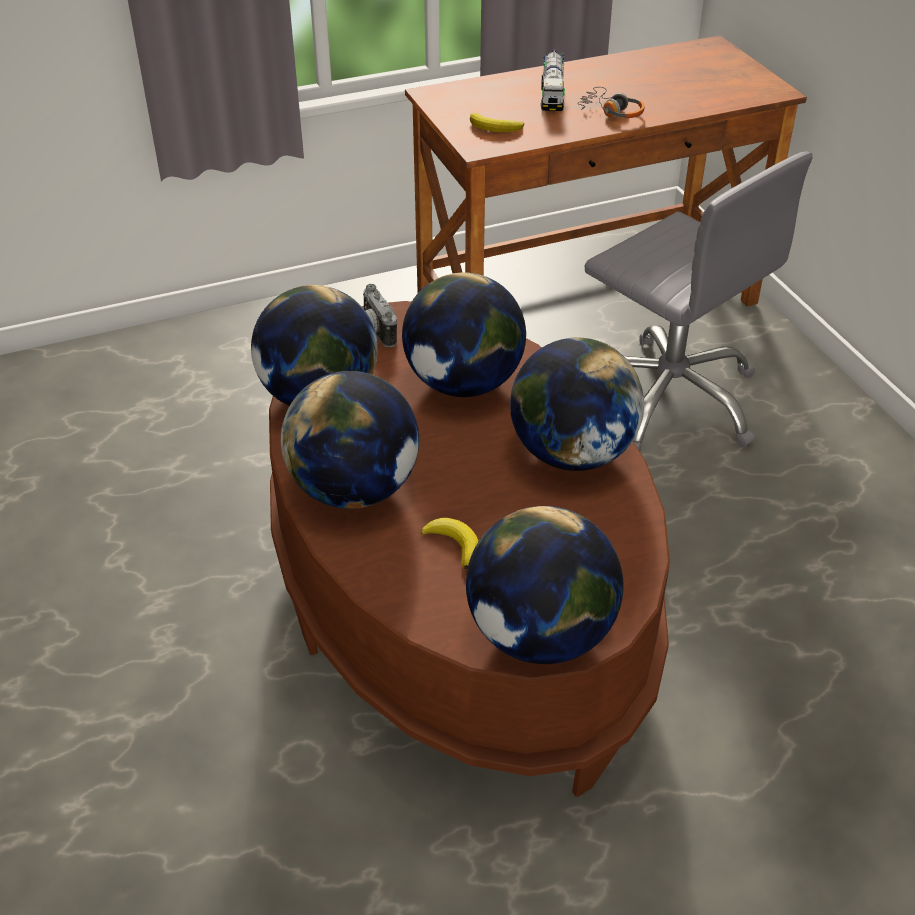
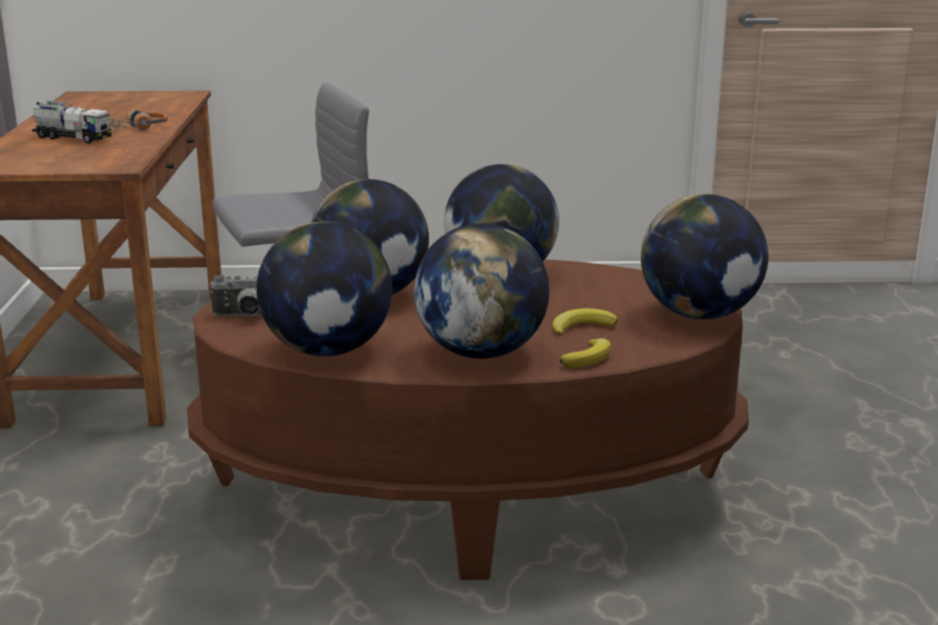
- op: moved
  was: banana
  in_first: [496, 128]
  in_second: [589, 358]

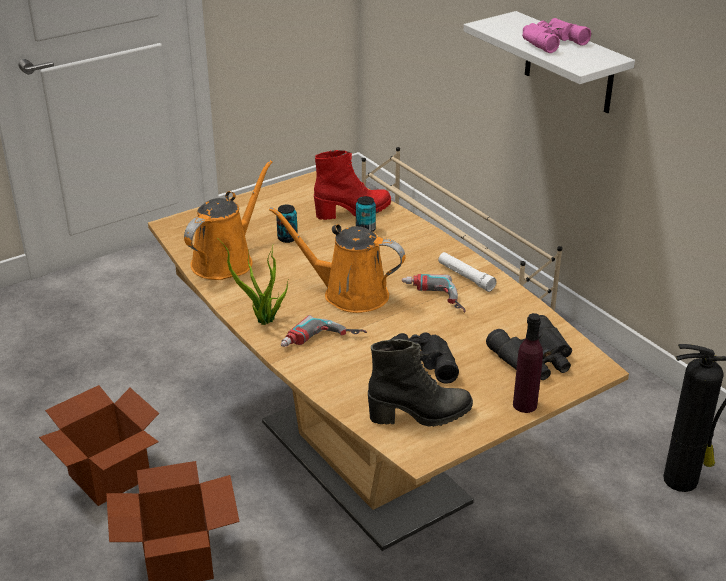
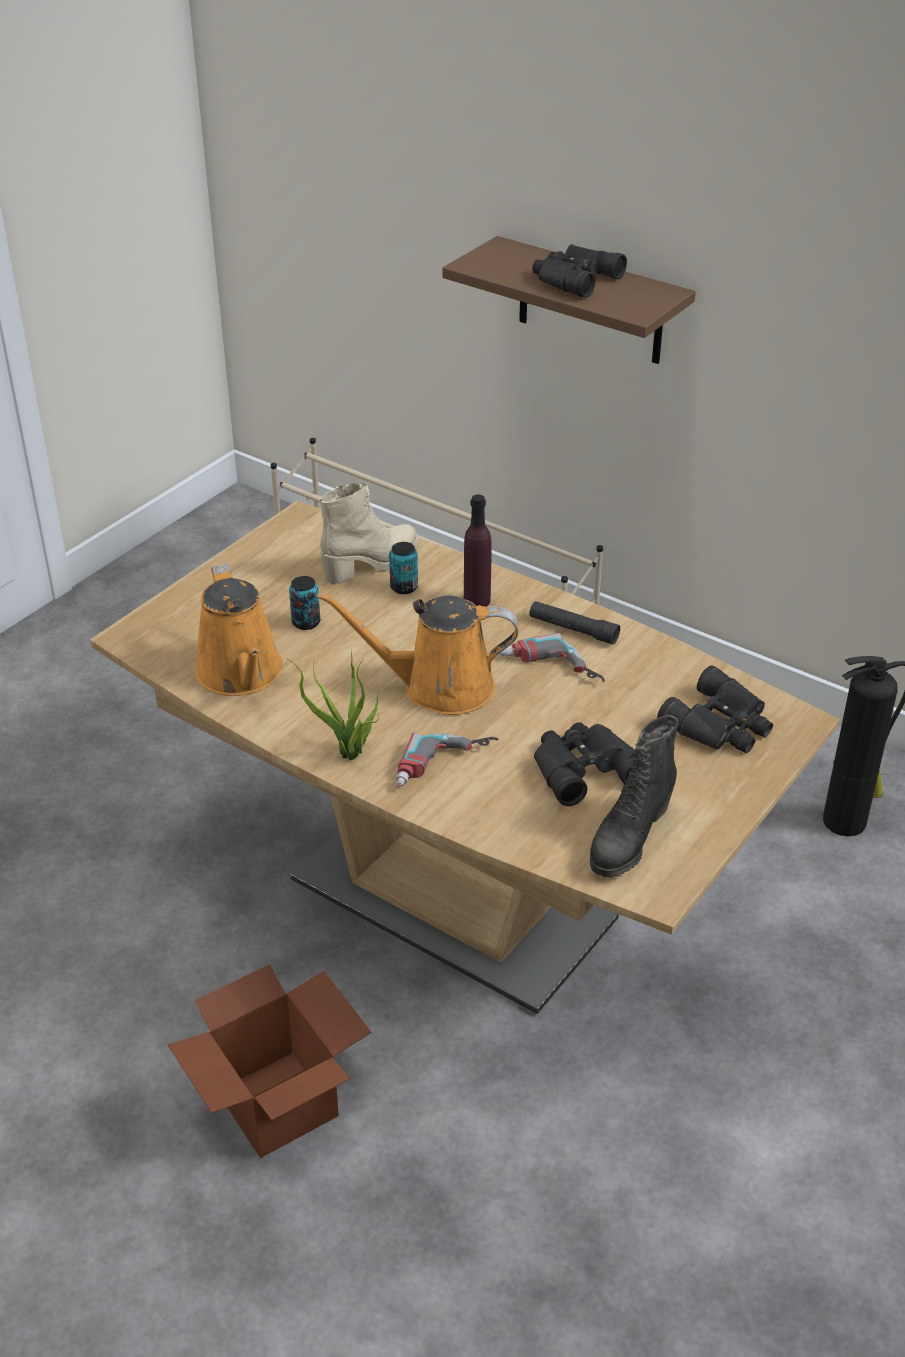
- op: removed
  was: packing box
  in_first: [109, 476]
- op: moved
  was: purplish bottle
  in_first: [525, 405]
  in_second: [477, 600]
- op: recoloured
  was: reddish boot
  now: beige boot
  in_first: [353, 212]
  in_second: [372, 564]
- op: recoloured
  was: white-coloured hand torch
  now: black hand torch
  in_first: [465, 277]
  in_second: [573, 629]
- op: recoloured
  was: white-coloured bracket shelf
  now: brownish bracket shelf
  in_first: [569, 63]
  in_second: [590, 302]
- op: recoloured
  was: pinkish pair of binoculars
  now: black pair of binoculars
  in_first: [549, 41]
  in_second: [572, 279]
- op: turned
  was: orange watering pot
  in_first: [226, 260]
  in_second: [241, 675]
  clockwise: 150
- op: turned
  was: black boot
  in_first: [420, 415]
  in_second: [629, 839]
  clockwise: 150

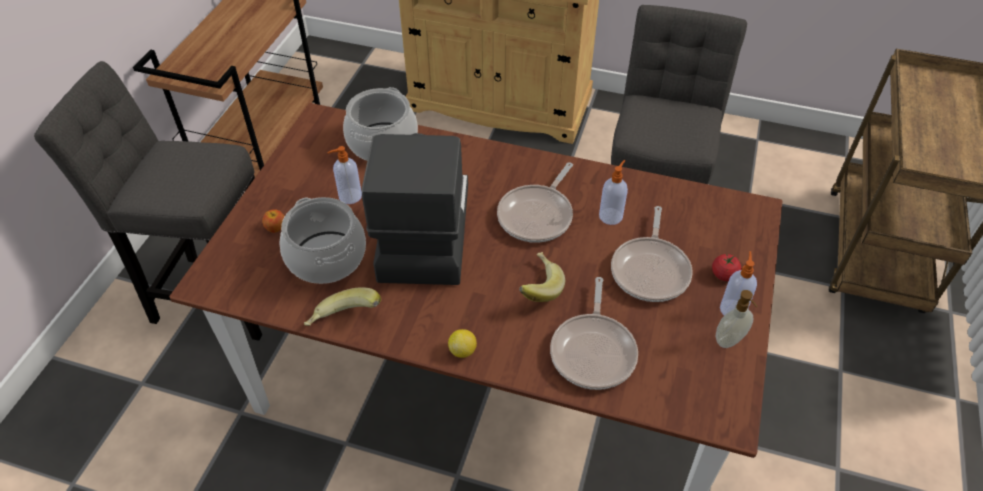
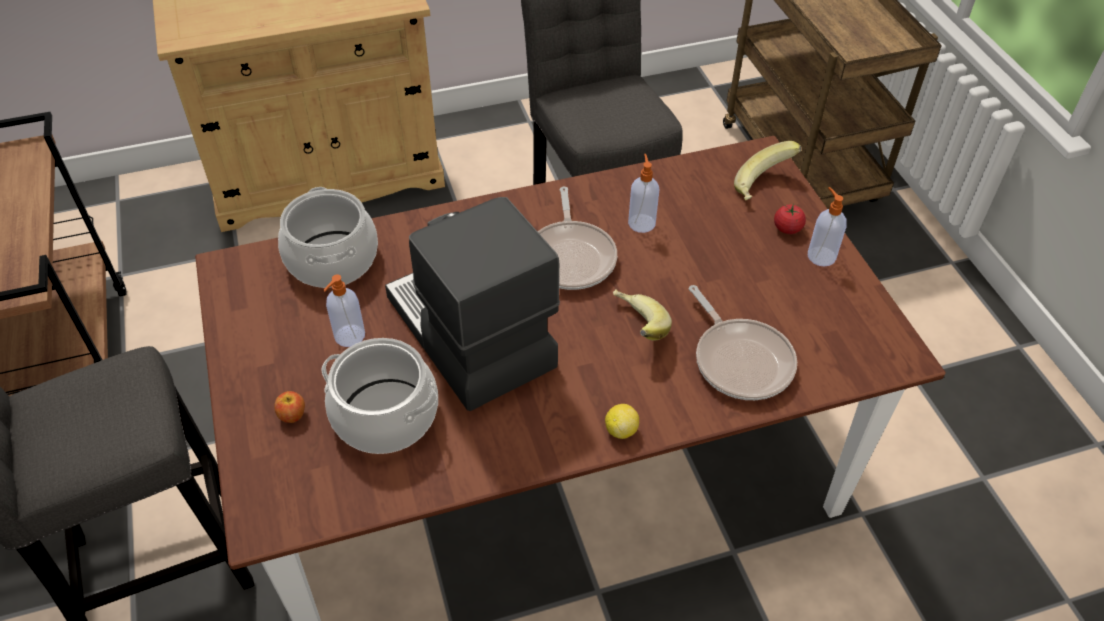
- op: removed
  was: pan
  in_first: [650, 270]
- op: removed
  was: soap dispenser
  in_first: [730, 341]
- op: moved
  was: banana
  in_first: [345, 321]
  in_second: [764, 187]

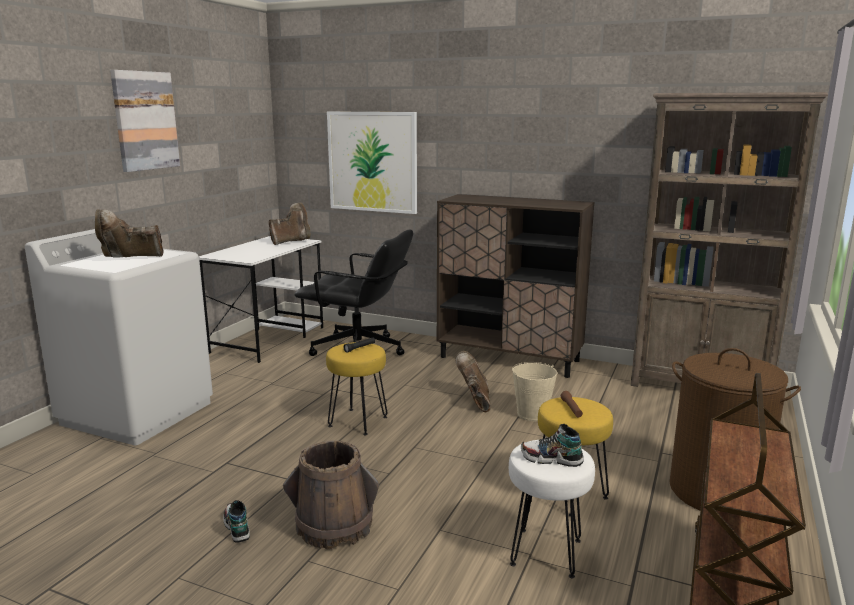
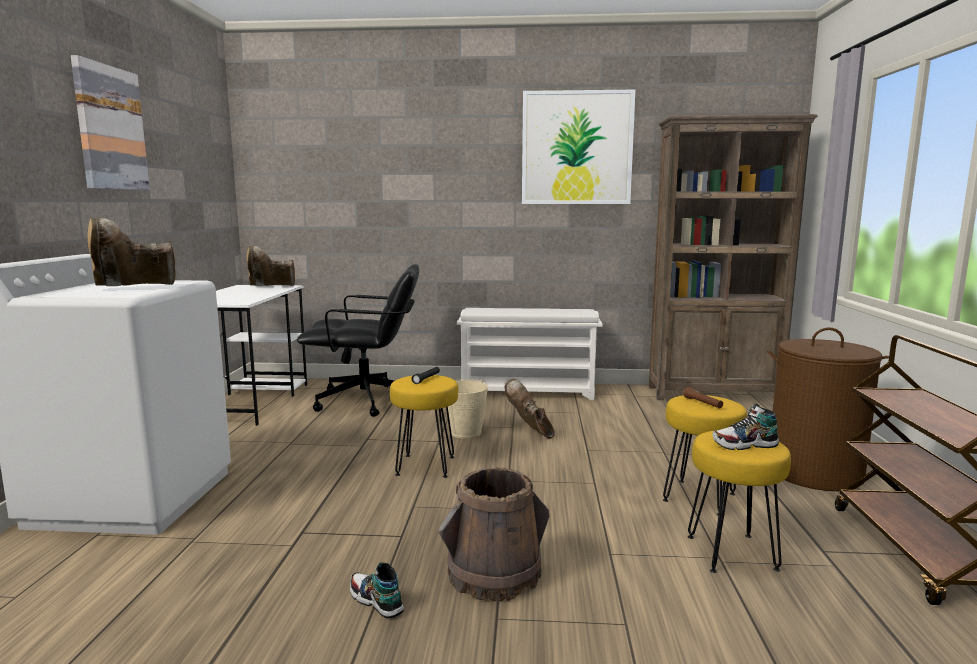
- op: moved
  was: wall picture
  in_first: [372, 162]
  in_second: [576, 148]
- op: moved
  was: beige pail
  in_first: [532, 414]
  in_second: [466, 432]
- op: replaced
  was: brownish storage cabinet
  now: white-coloured shoe rack
  in_first: [510, 359]
  in_second: [529, 391]
- op: recoloured
  was: white-coloured sitting stool
  now: yellow sitting stool
  in_first: [546, 553]
  in_second: [733, 553]
- op: turned
  was: brownish boot
  in_first: [291, 241]
  in_second: [270, 287]
  clockwise: -150

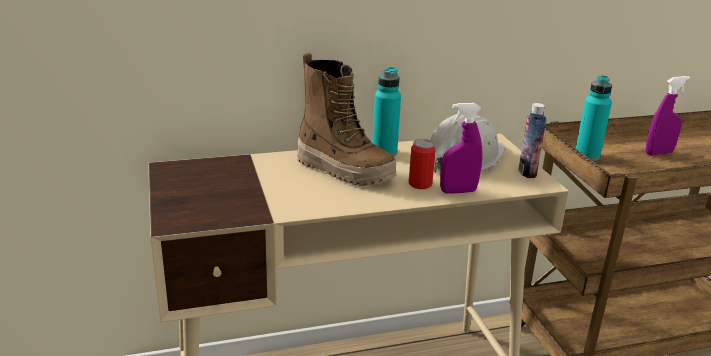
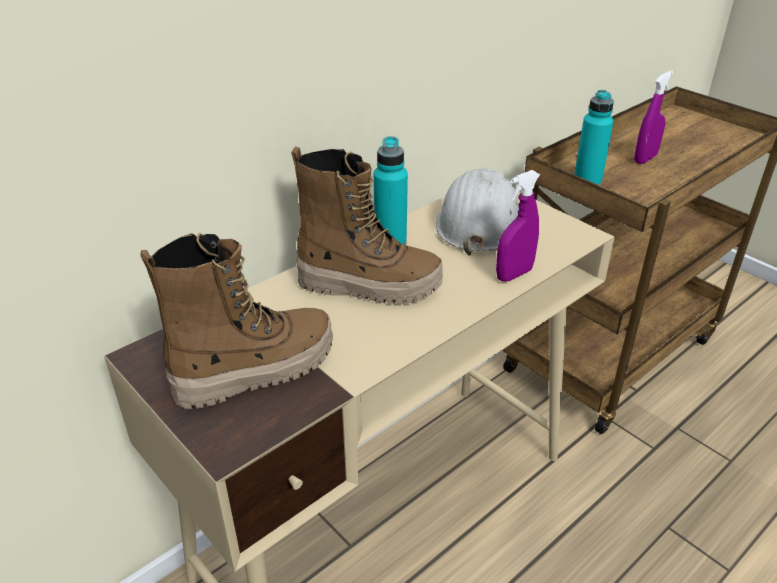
- op: removed
  was: sealed can
  in_first: [420, 184]
- op: removed
  was: bottle
  in_first: [527, 172]
- op: added
  now: boot
  in_second: [255, 370]

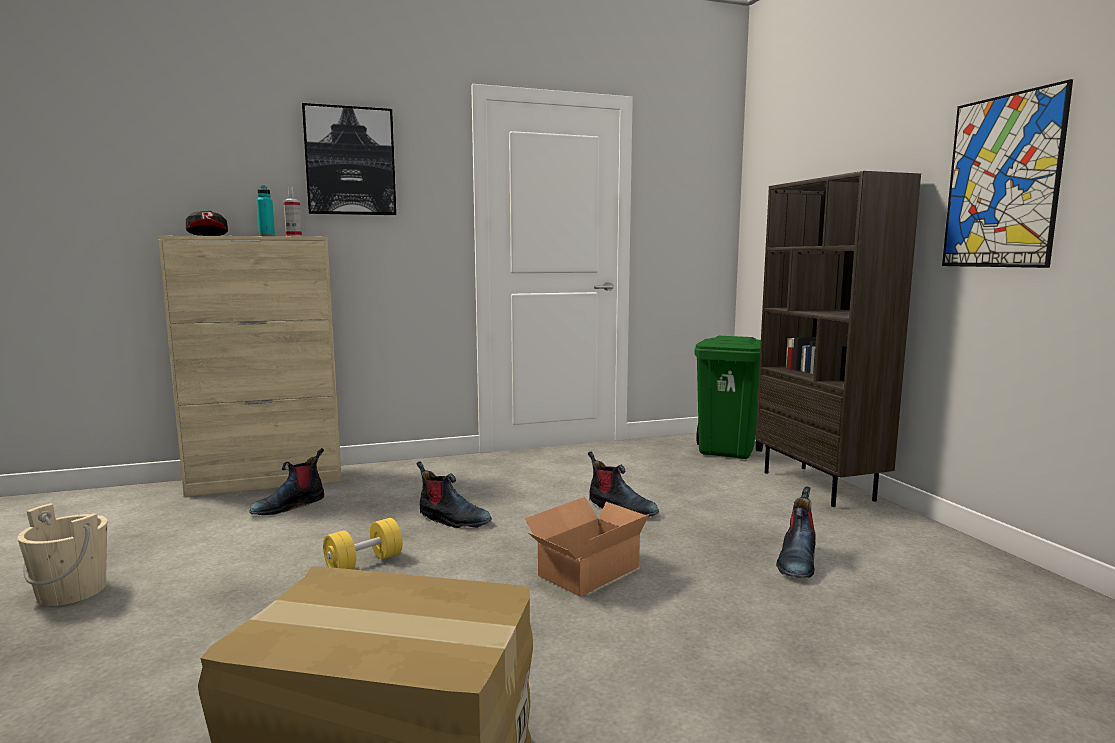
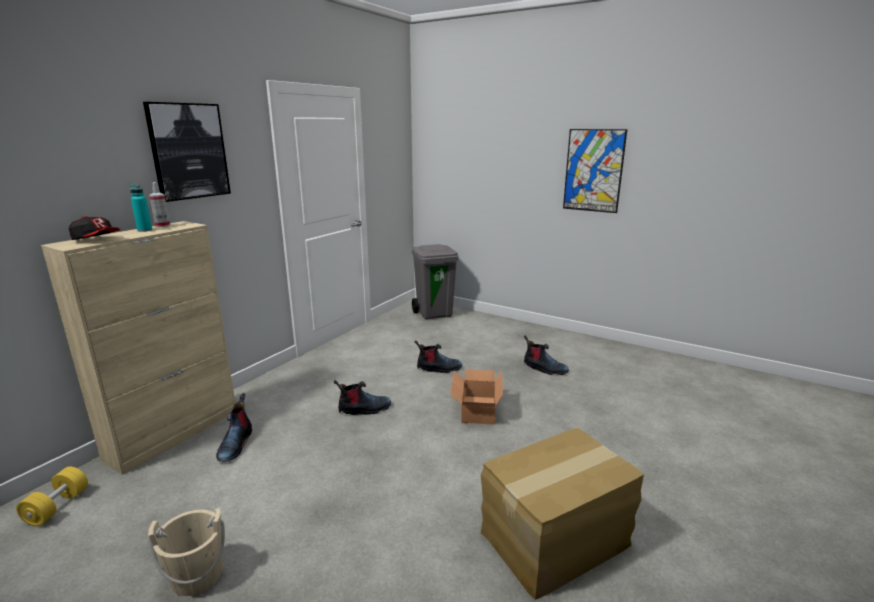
- op: removed
  was: brownish shelving unit
  in_first: [819, 486]
- op: moved
  was: yellow dumbbell
  in_first: [364, 563]
  in_second: [57, 507]
- op: recoloured
  was: green-coloured trash can
  now: greyish trash can
  in_first: [728, 451]
  in_second: [434, 314]
- op: turned
  was: boot
  in_first: [797, 561]
  in_second: [544, 369]
  clockwise: -45

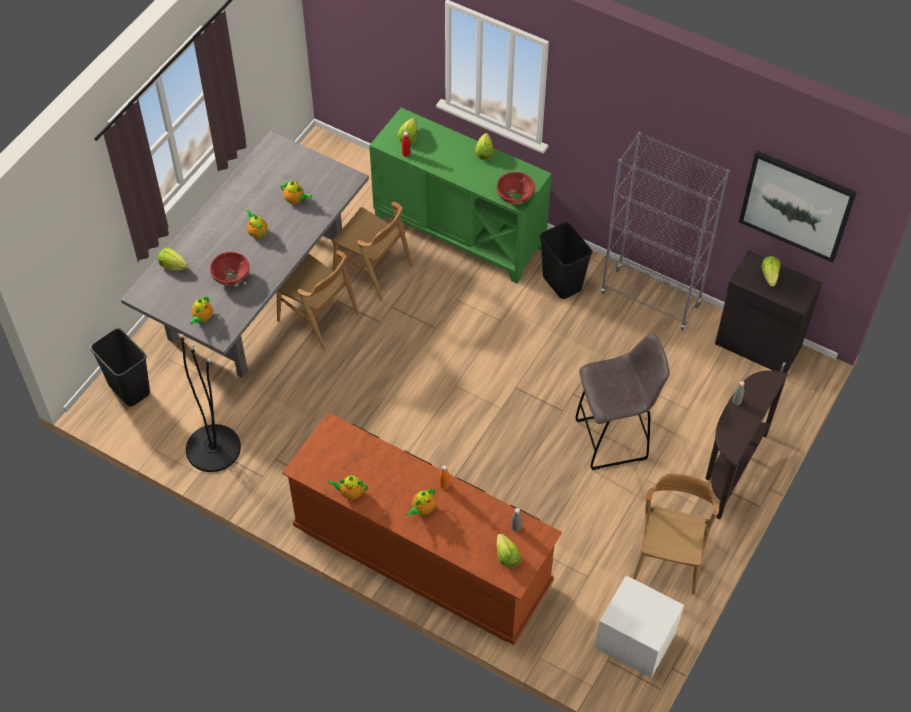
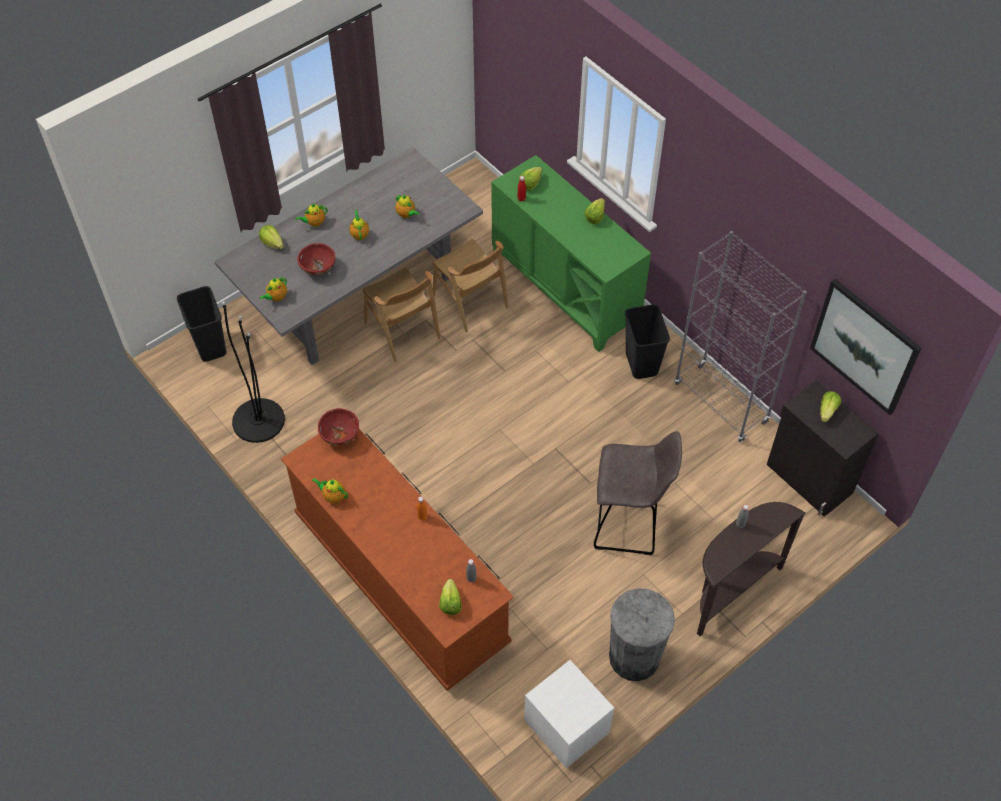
- op: moved
  was: tea pot
  in_first: [422, 509]
  in_second: [314, 223]
- op: moved
  was: reddish deep dish
  in_first: [515, 198]
  in_second: [340, 436]
- op: replaced
  was: brownish upright chair
  now: greyish trash can
  in_first: [669, 557]
  in_second: [634, 657]

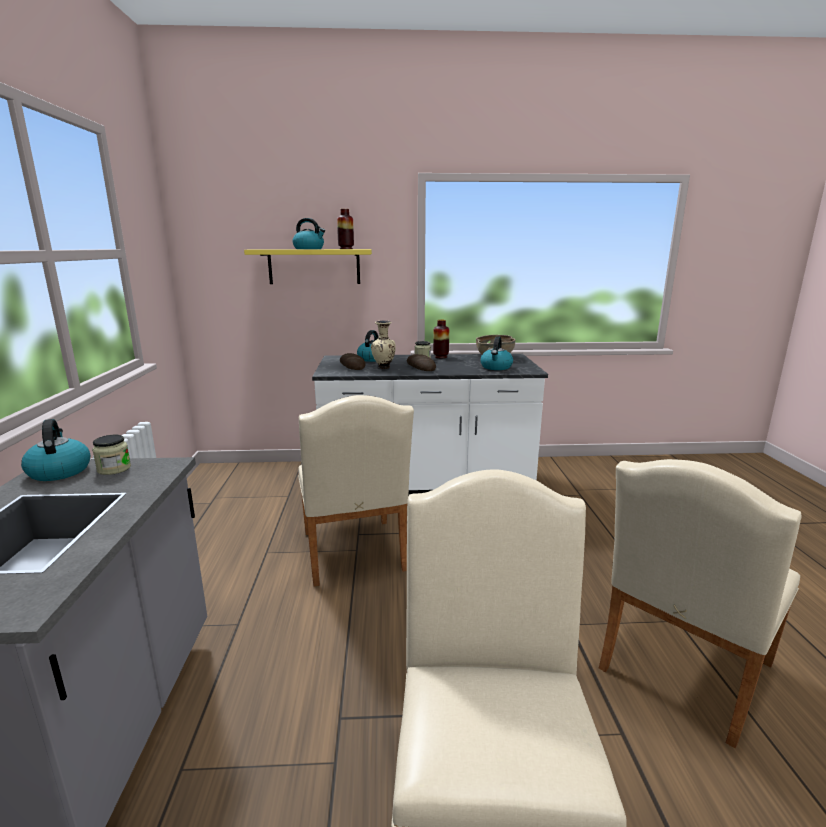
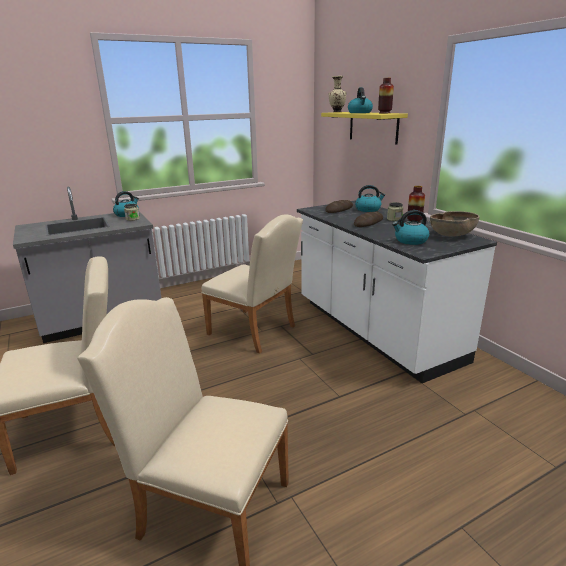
- op: moved
  was: beige decorative vase
  in_first: [384, 368]
  in_second: [336, 112]
- op: turned
  was: beige upright chair
  in_first: [354, 555]
  in_second: [256, 332]
  clockwise: -105

